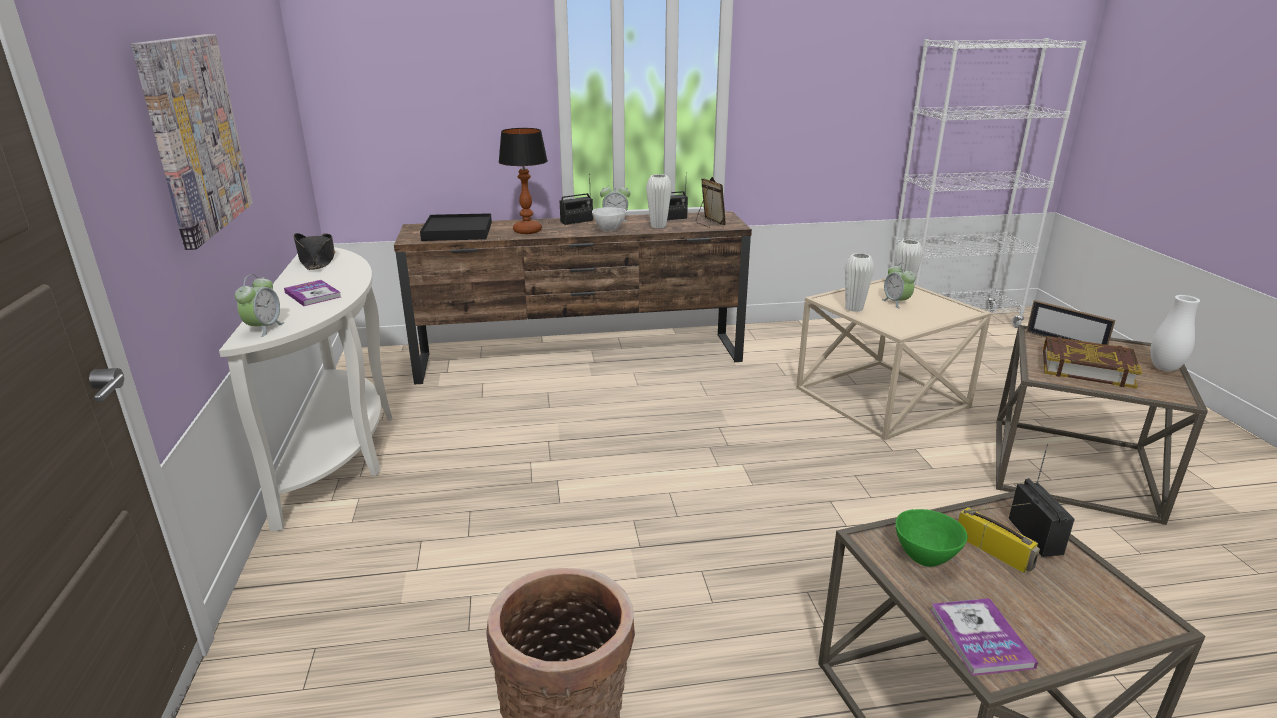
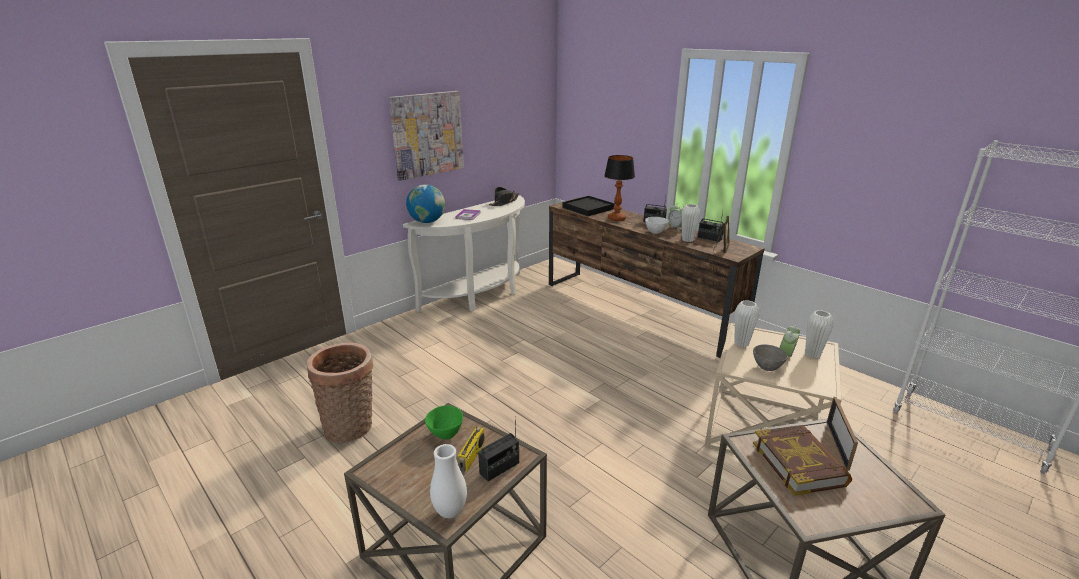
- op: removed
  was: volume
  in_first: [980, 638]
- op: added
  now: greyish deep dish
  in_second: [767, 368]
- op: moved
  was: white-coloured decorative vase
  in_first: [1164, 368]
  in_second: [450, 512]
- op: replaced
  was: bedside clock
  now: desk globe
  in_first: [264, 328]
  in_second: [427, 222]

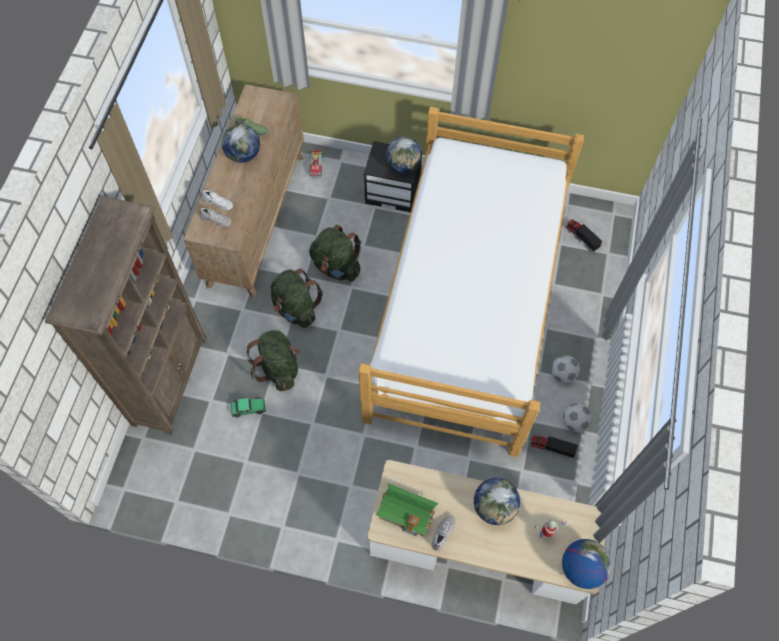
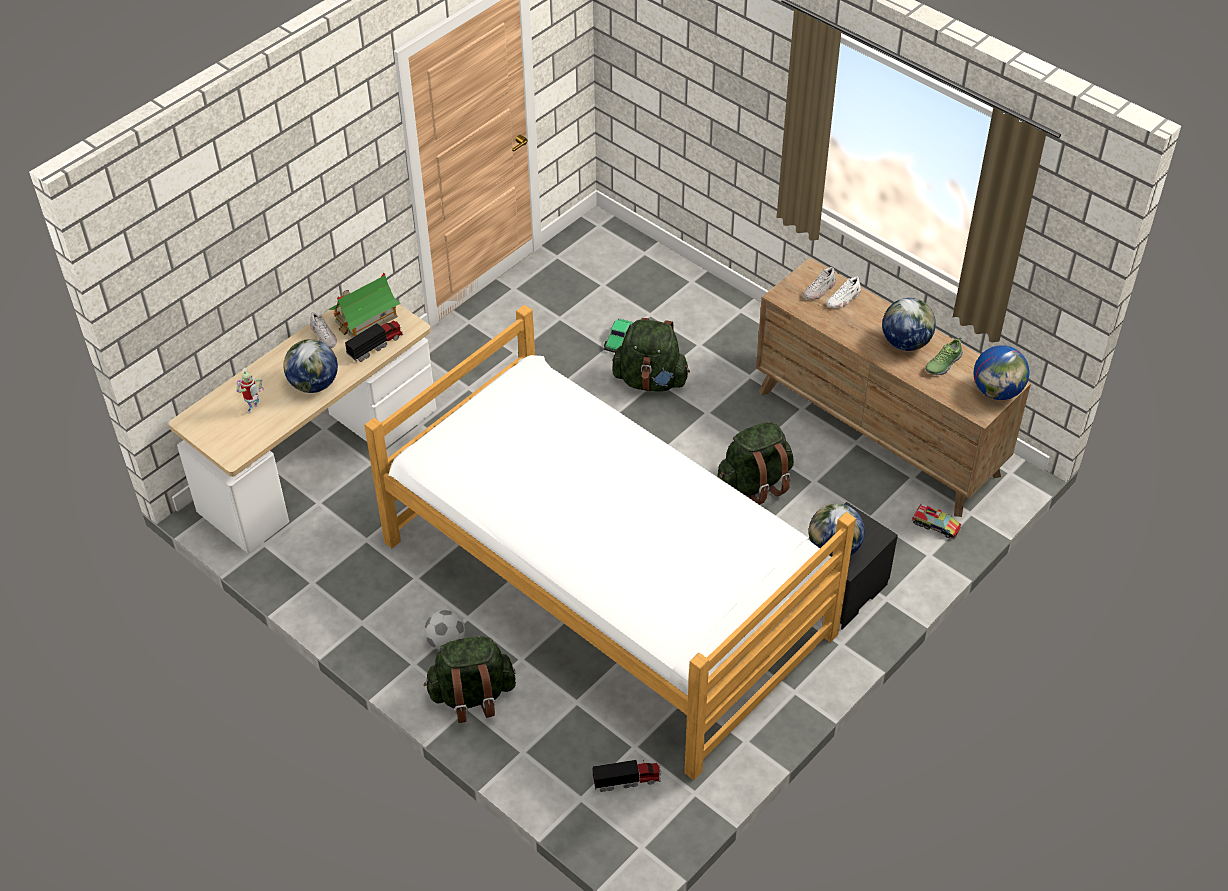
- op: removed
  was: brownish shelving unit
  in_first: [170, 380]
- op: removed
  was: football ball
  in_first: [574, 422]
- op: moved
  was: green-coloured backpack
  in_first: [296, 309]
  in_second: [472, 696]
- op: moved
  was: model truck
  in_first: [551, 447]
  in_second: [376, 345]
- op: moved
  was: desk globe
  in_first: [581, 568]
  in_second: [997, 391]

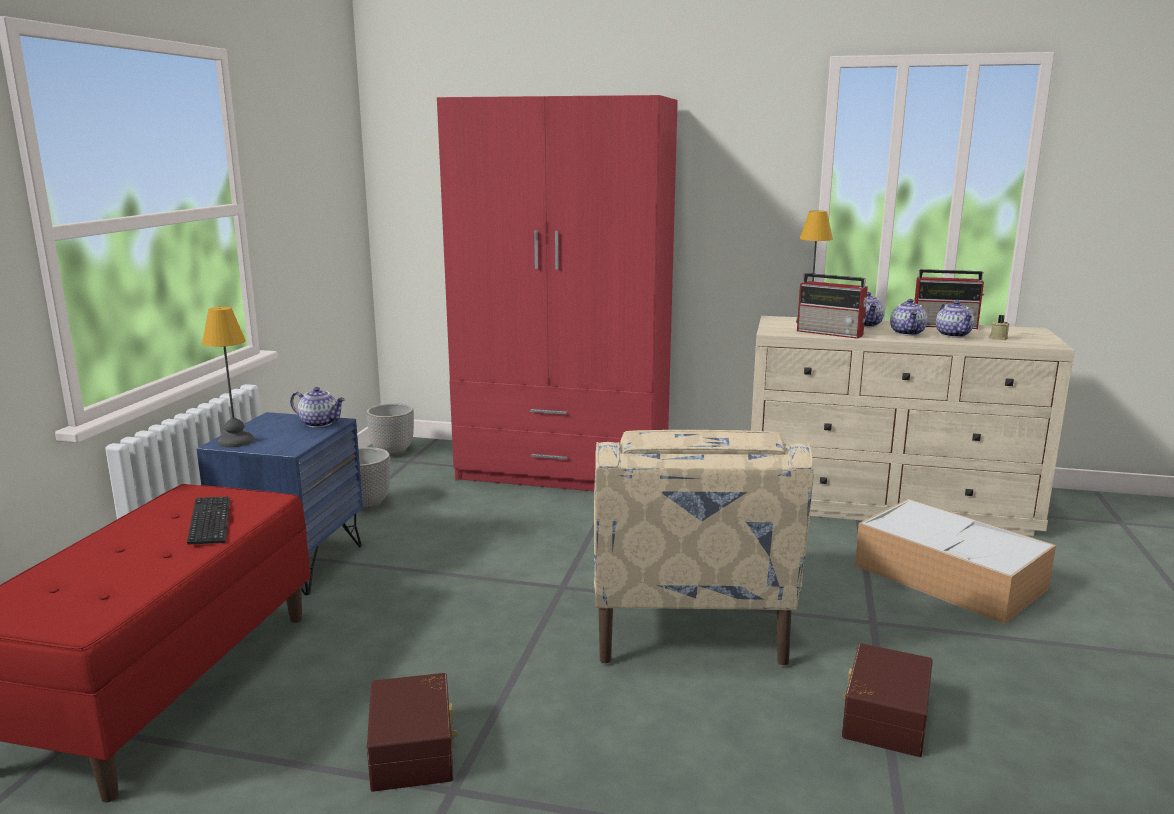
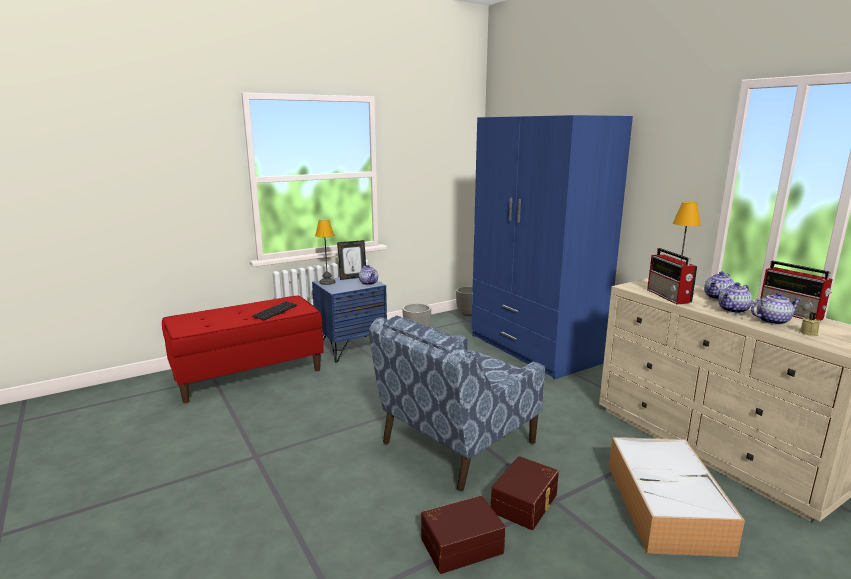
- op: added
  now: picture frame
  in_second: [353, 277]
- op: moved
  was: brownish storage container
  in_first: [415, 749]
  in_second: [526, 503]
- op: recoloured
  was: reddish armoire
  now: blue-coloured armoire
  in_first: [564, 470]
  in_second: [534, 349]
- op: recoloured
  was: beige armchair
  now: blue-coloured armchair
  in_first: [685, 618]
  in_second: [456, 444]
- op: turned
  was: tea pot
  in_first: [954, 335]
  in_second: [772, 321]
  clockwise: -135

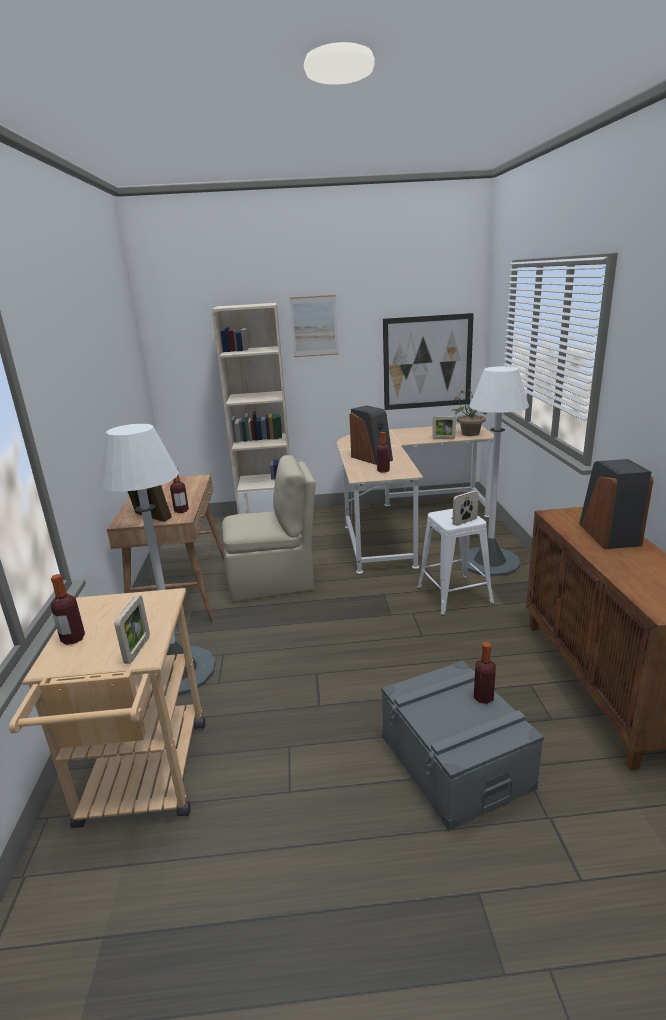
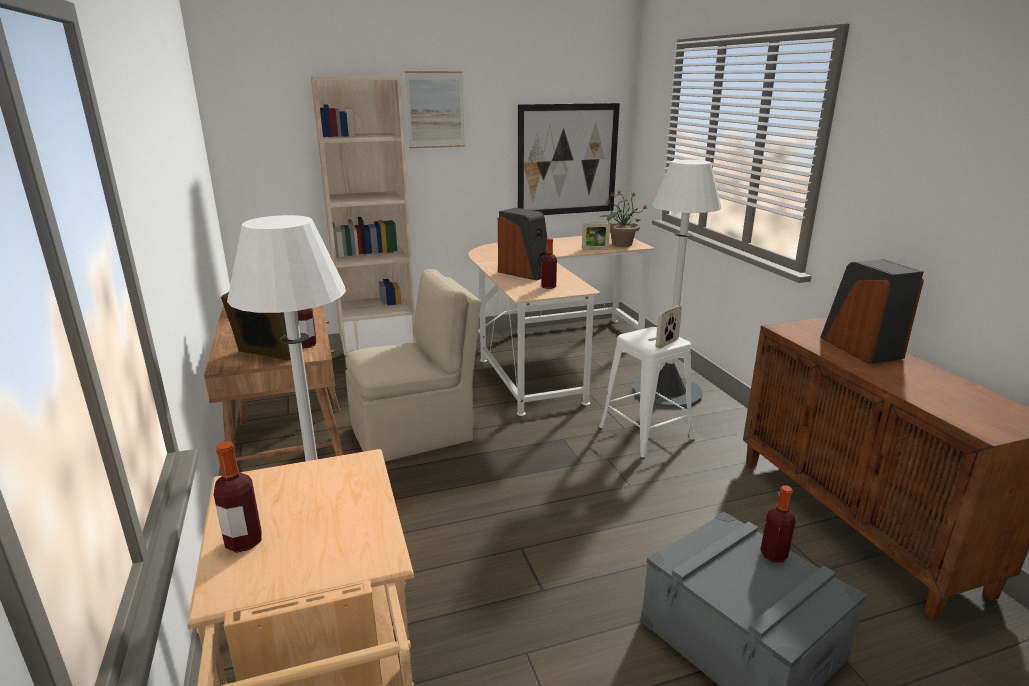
- op: removed
  was: picture frame
  in_first: [137, 650]

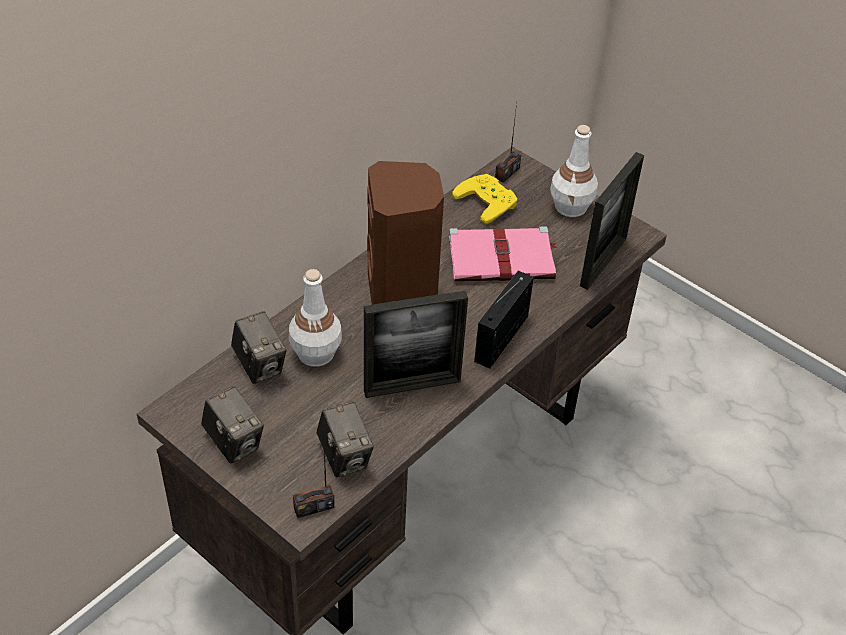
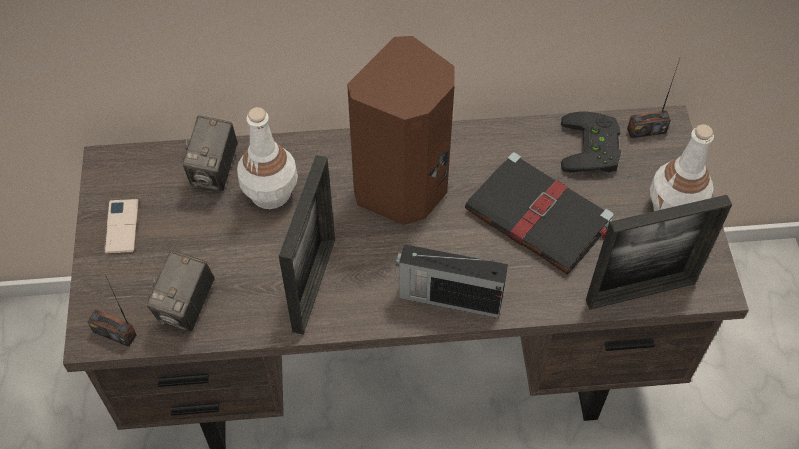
- op: replaced
  was: still camera
  now: handset
  in_first: [234, 442]
  in_second: [122, 226]
- op: recoloured
  was: pinkish volume
  now: black volume
  in_first: [503, 258]
  in_second: [540, 217]
- op: recoloured
  was: yellow game controller
  now: black game controller
  in_first: [489, 201]
  in_second: [594, 148]
- op: turned
  was: picture frame
  in_first: [412, 386]
  in_second: [314, 284]
  clockwise: -105
- op: turned
  was: radio set
  in_first: [502, 337]
  in_second: [448, 298]
  clockwise: -150

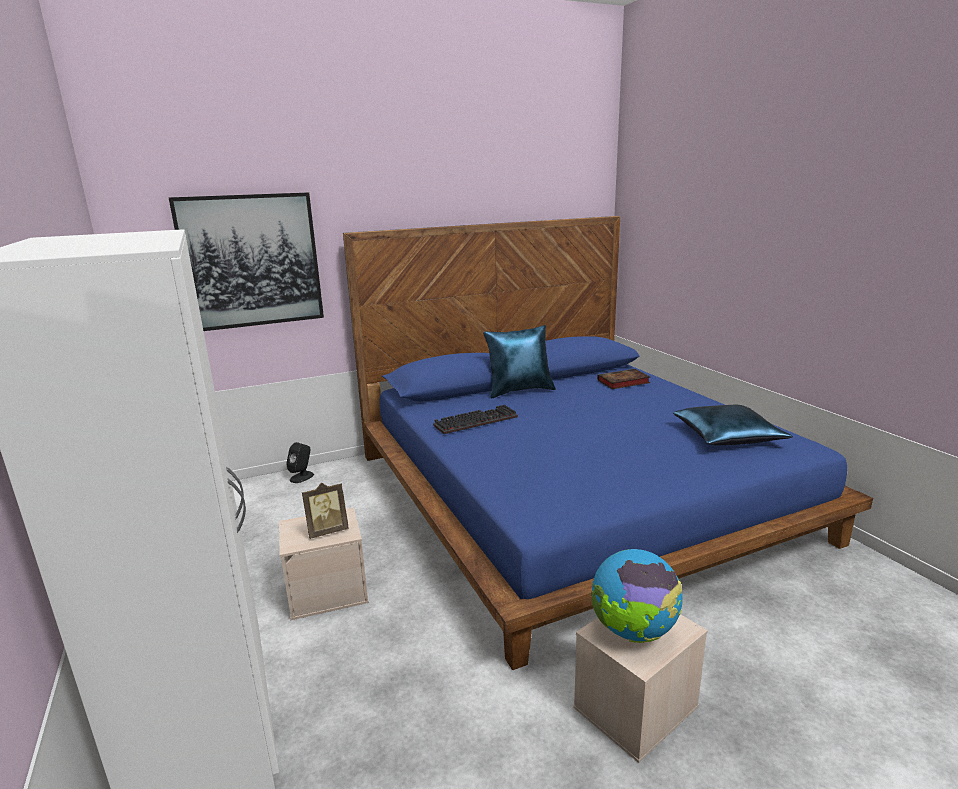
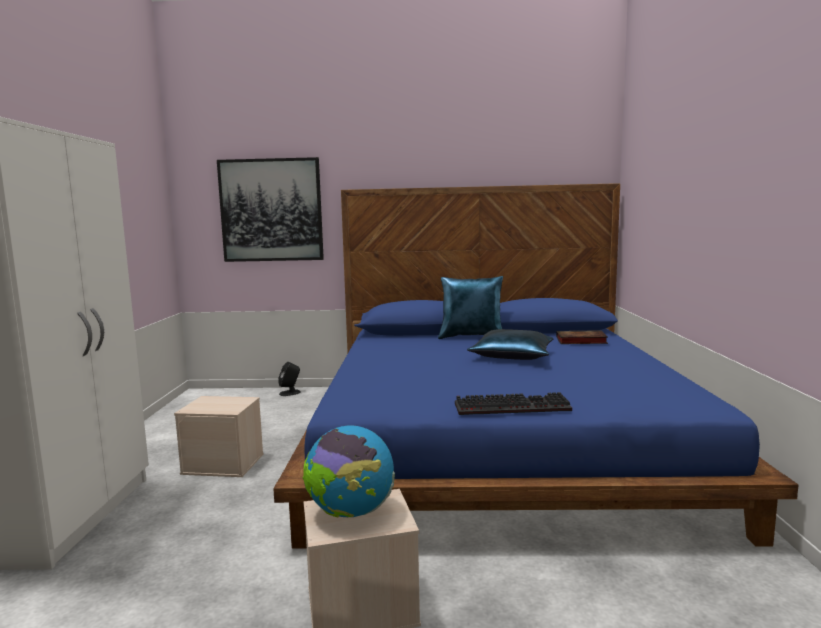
- op: removed
  was: picture frame
  in_first: [327, 531]
- op: moved
  was: computer keyboard
  in_first: [476, 421]
  in_second: [513, 407]
- op: moved
  was: blue-coloured cushion
  in_first: [727, 436]
  in_second: [513, 355]

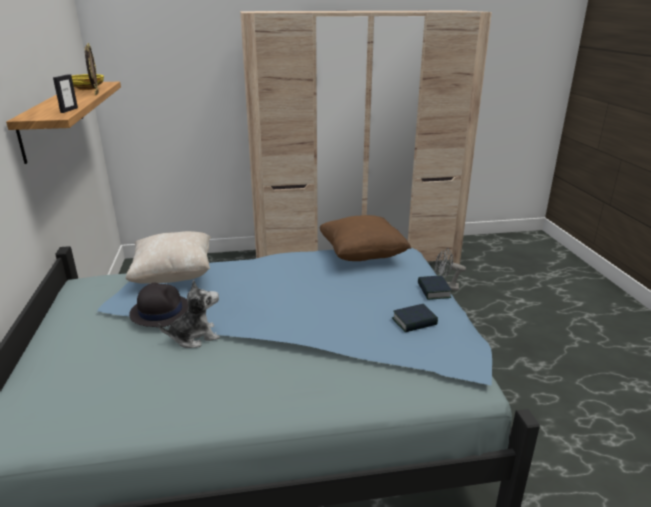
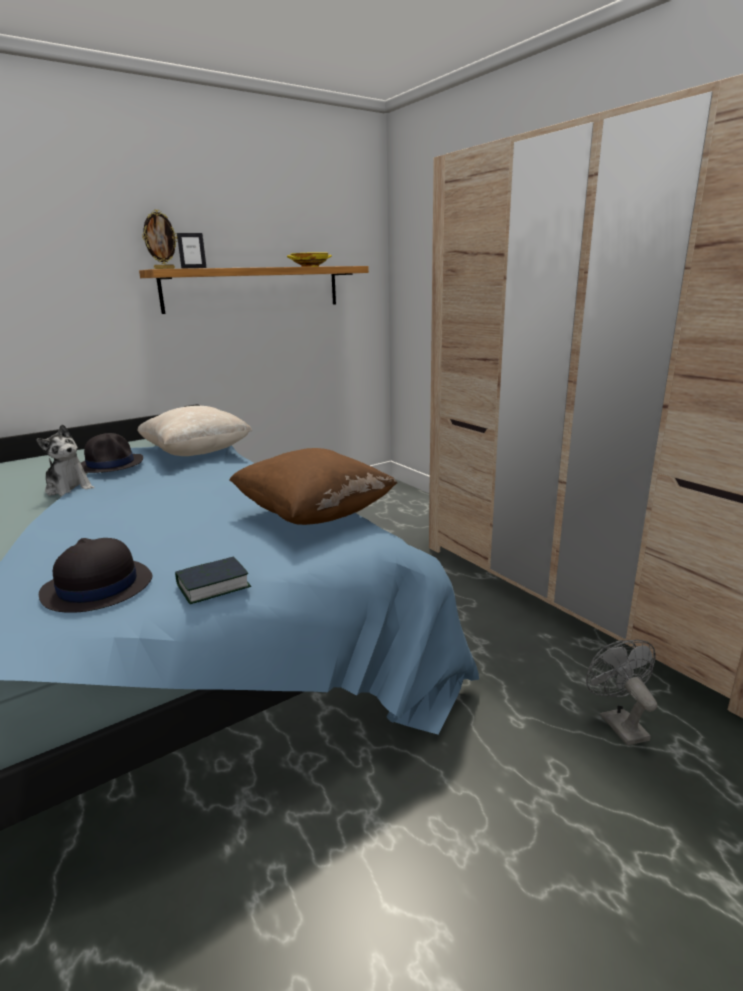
- op: moved
  was: picture frame
  in_first: [96, 94]
  in_second: [164, 269]
- op: replaced
  was: volume
  now: black wearable hat
  in_first: [414, 322]
  in_second: [97, 587]

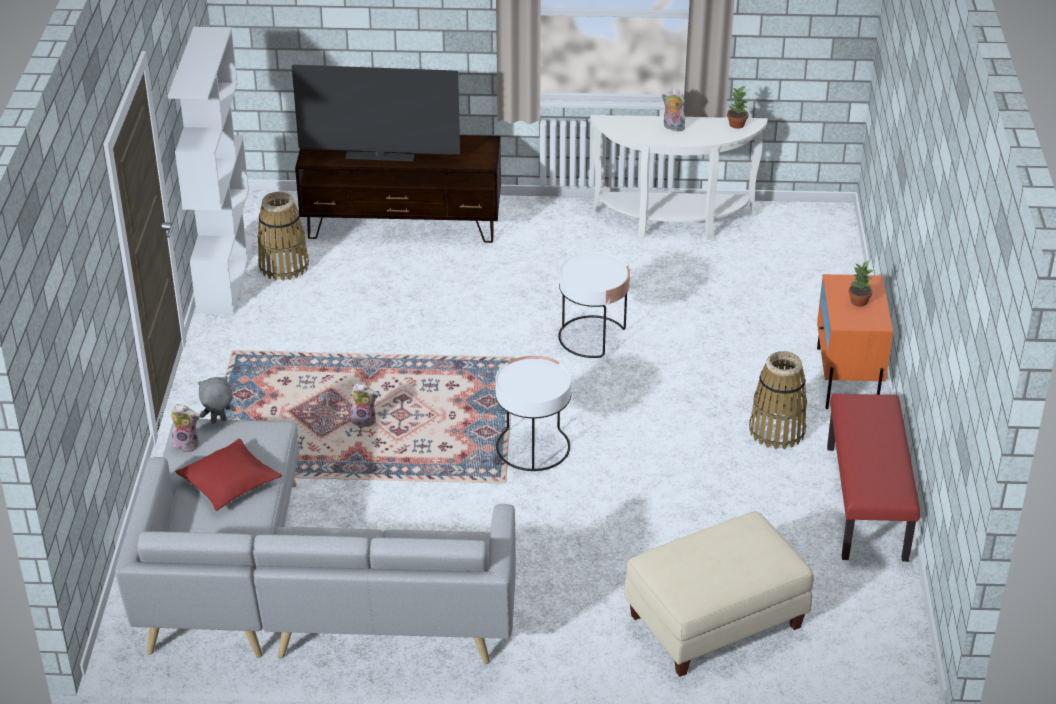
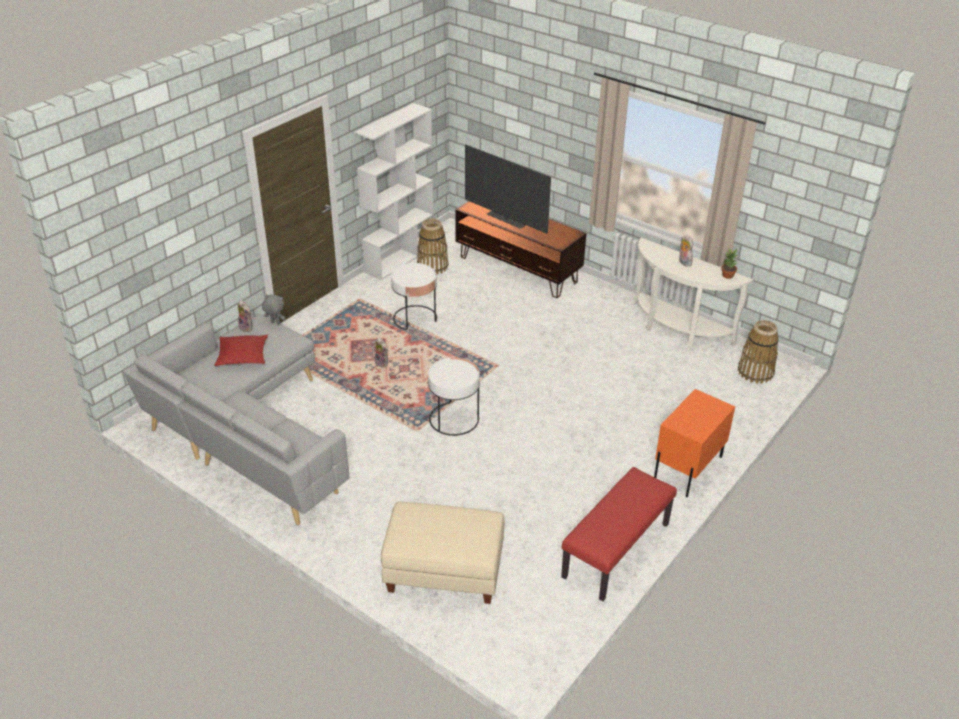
- op: removed
  was: plant in a pot
  in_first: [858, 301]
- op: moved
  was: white-coloured end table
  in_first: [592, 337]
  in_second: [415, 318]
- op: moved
  was: storage basket
  in_first: [777, 431]
  in_second: [755, 372]

